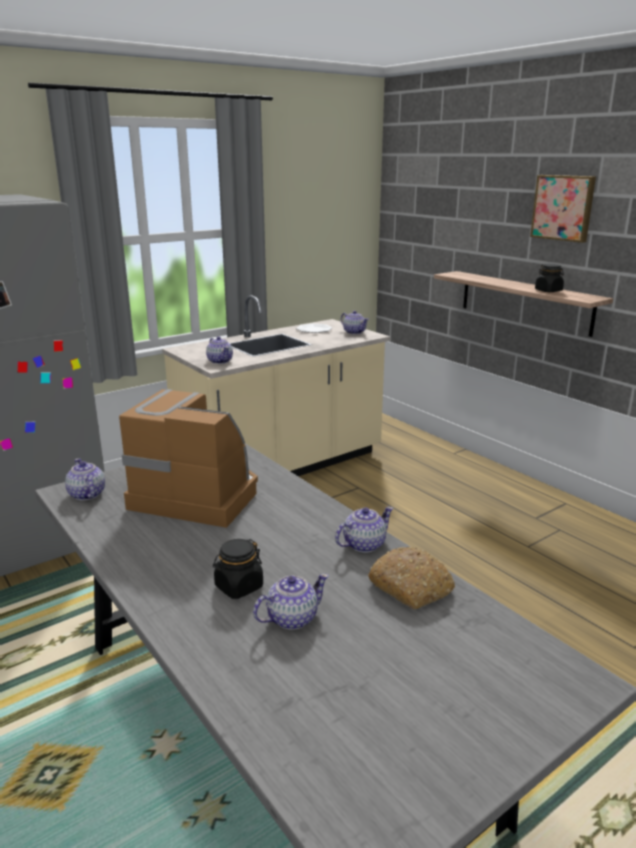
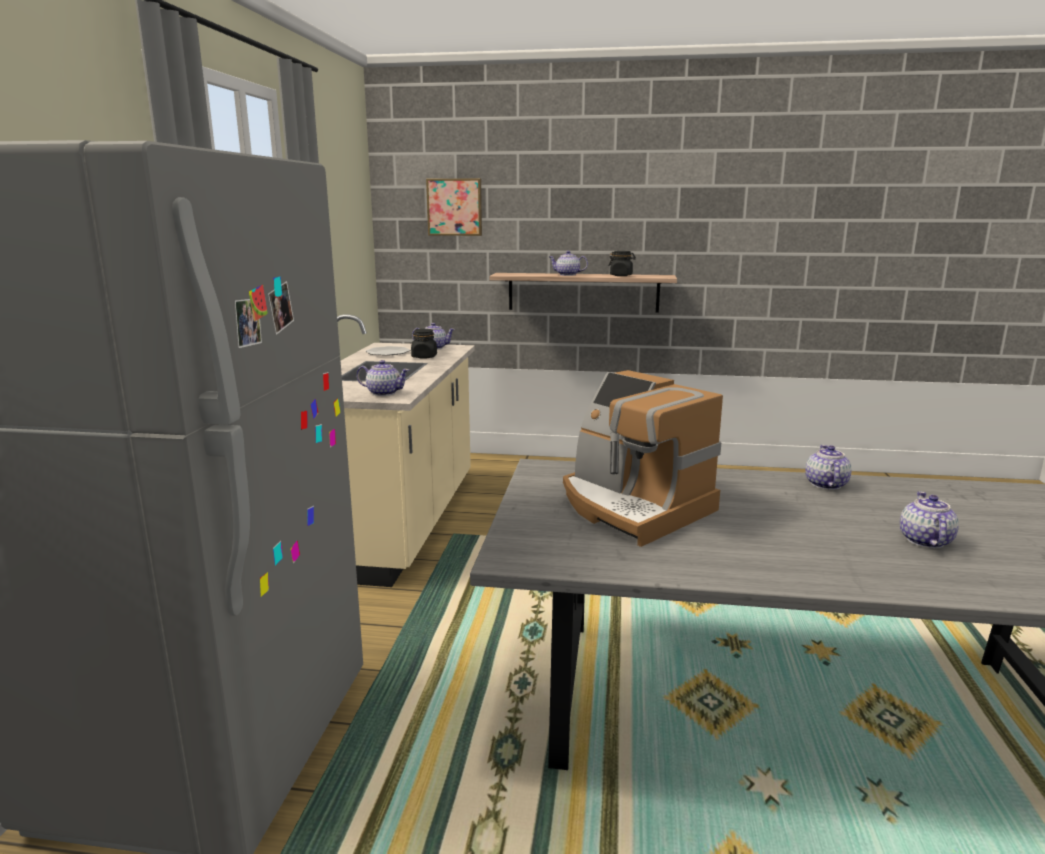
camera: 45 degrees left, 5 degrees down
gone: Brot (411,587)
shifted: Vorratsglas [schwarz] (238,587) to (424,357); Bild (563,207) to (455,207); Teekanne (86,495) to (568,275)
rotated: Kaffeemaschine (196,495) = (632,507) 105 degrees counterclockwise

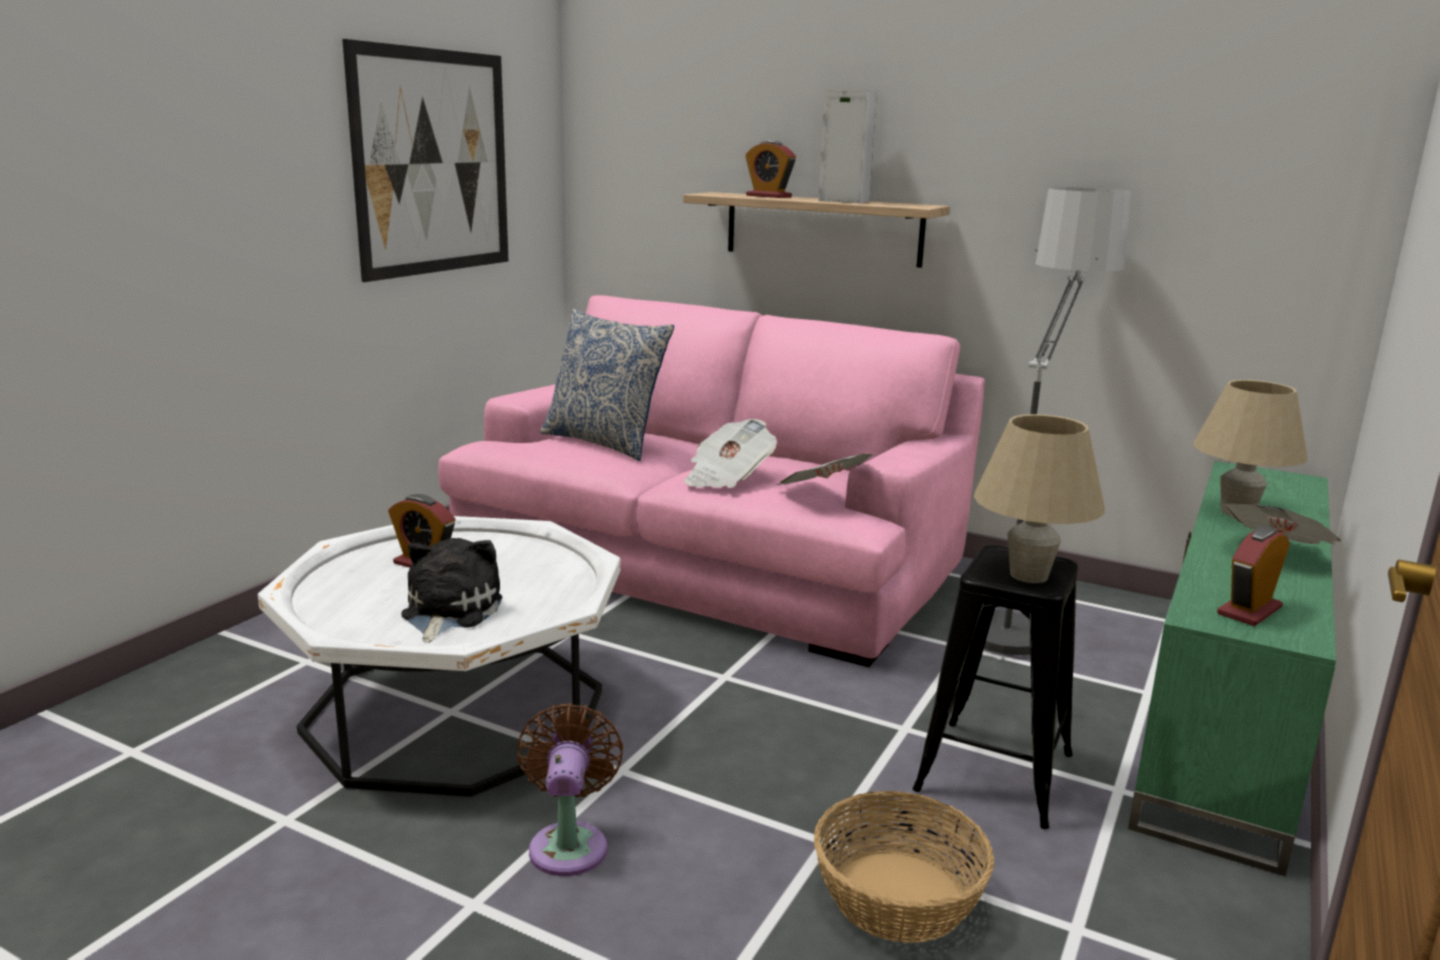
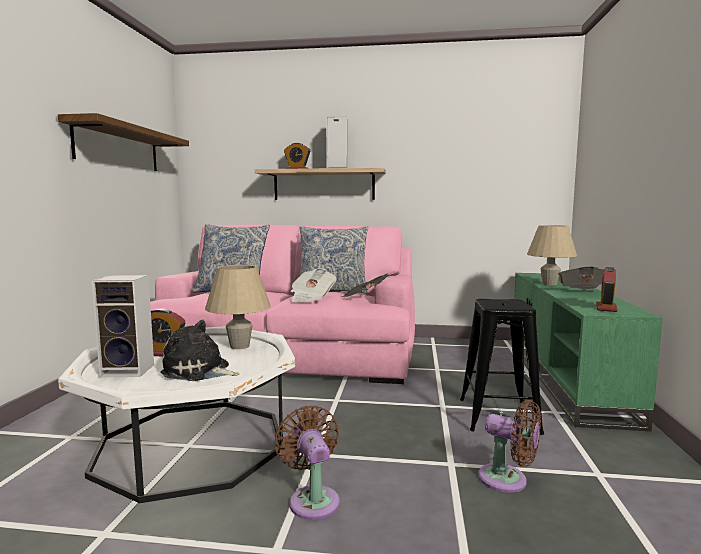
camera: 20 degrees left, 10 degrees down
gone: Stehlampe (1018,613)
new: Lautsprecher (130,370); Kissen (332,291)
shifted: Tischlampe [beige] (1029,575) to (240,346)
swapped: Bild (433,163) to Wandregal (118,147); Korb (897,895) to Ventilator [braun] (507,480)
rotated: Plüschtier (448,612) = (199,371) 60 degrees counterclockwise

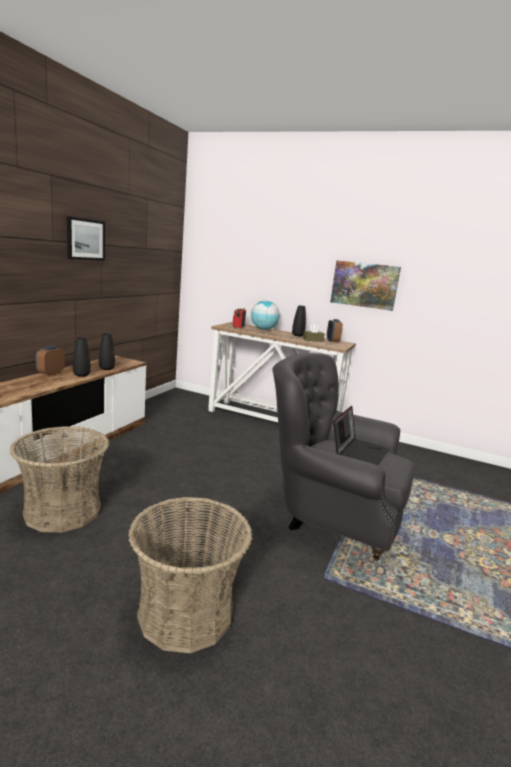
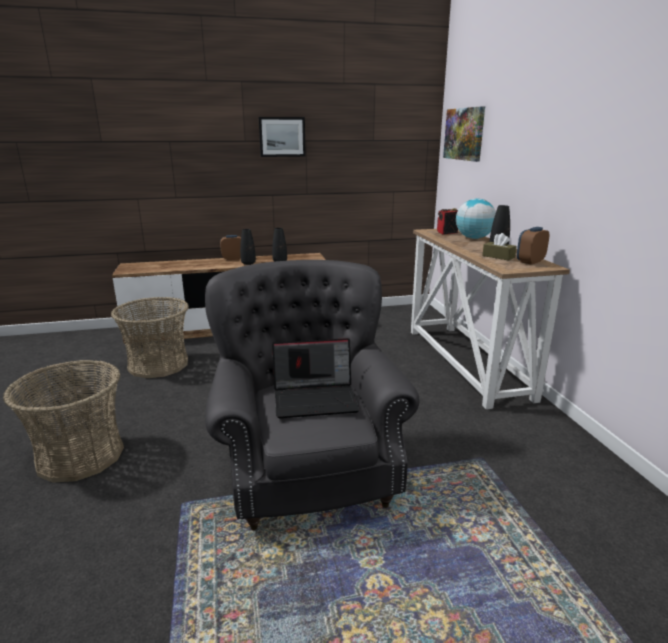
camera: 55 degrees right, 5 degrees up
shifted: Bild (364,285) to (464,134)

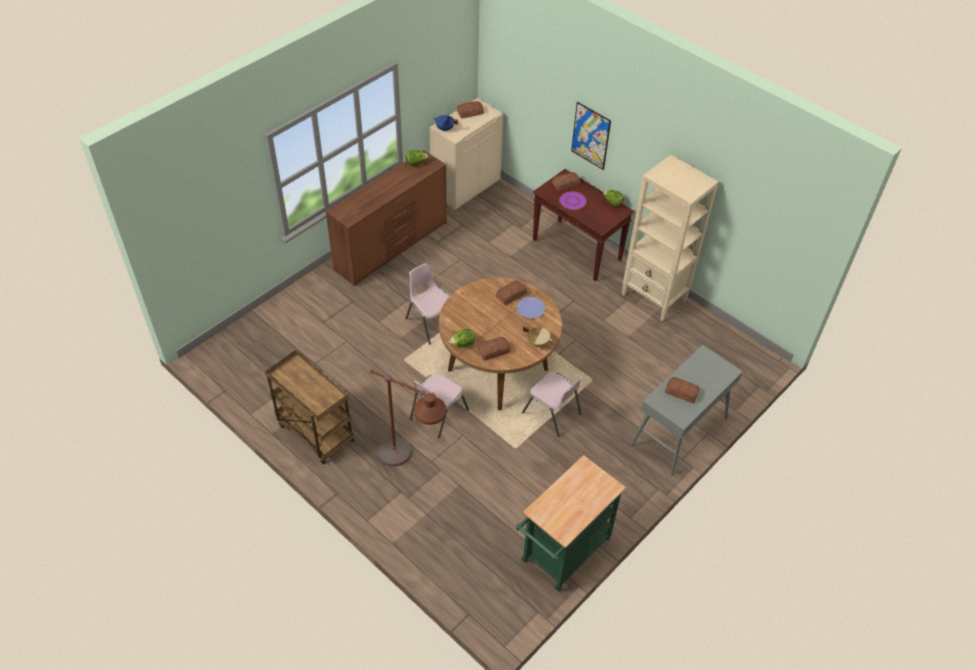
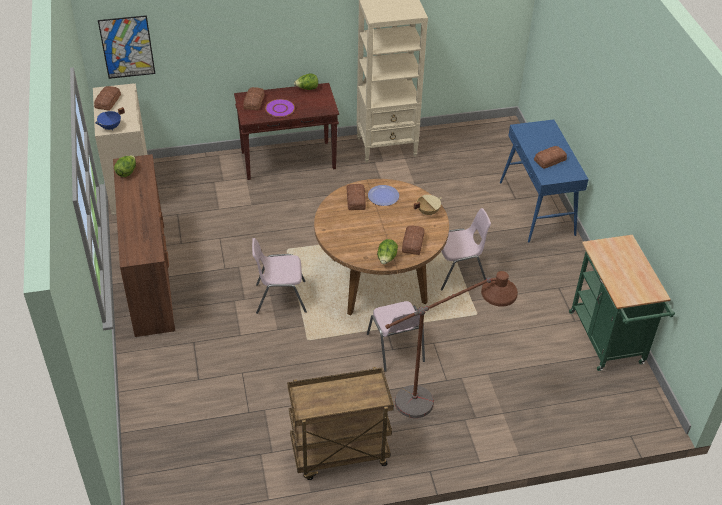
camera: 55 degrees left, 5 degrees down
shifted: Bild (590,136) to (127,47)
repainted: Konsolentisch [grau] (679,432) to Konsolentisch [blau] (537,209)

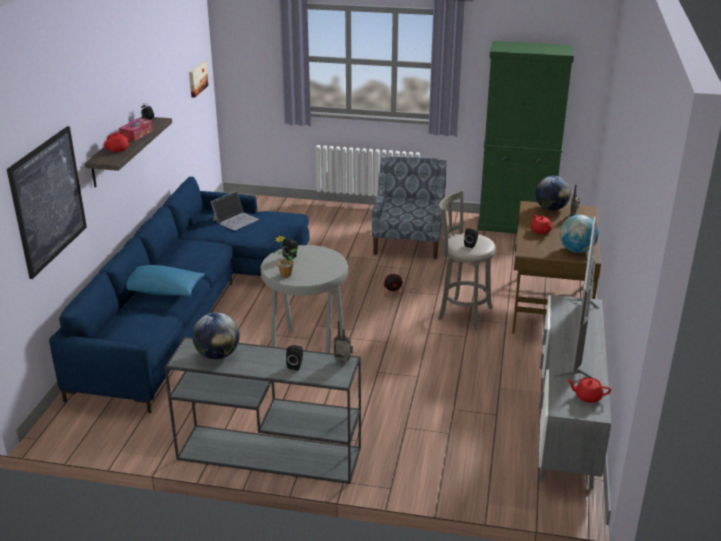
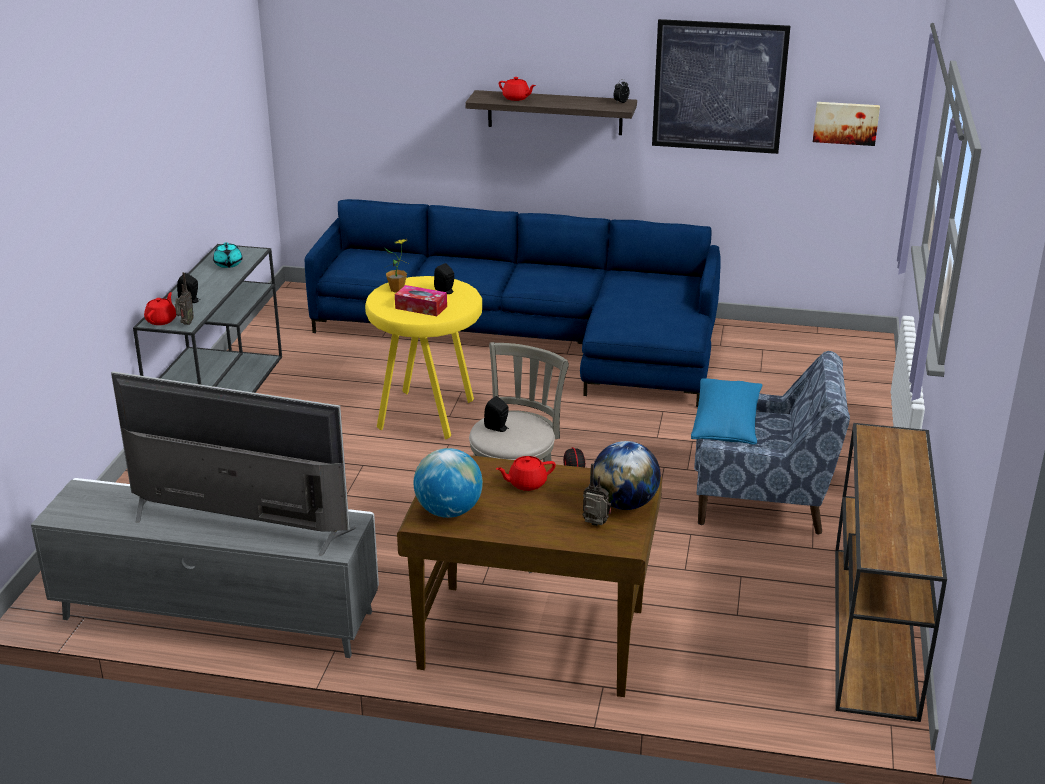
camera: 90 degrees right, 0 degrees up
gone: Laptop (236,219)
shifted: Teekanne [rot] (587,396) to (161,320); Taschentuchbox (136,134) to (421,307); Bild (48,200) to (719,86); Kissen [blau] (161,291) to (726,425)
swapped: Globus (217,355) to Teekanne [türkis] (228,264); Schrank [grün] (515,225) to Konsolentisch [braun] (874,631)
repainted: Hocker [grau] (306,347) to Hocker [gelb] (428,414)

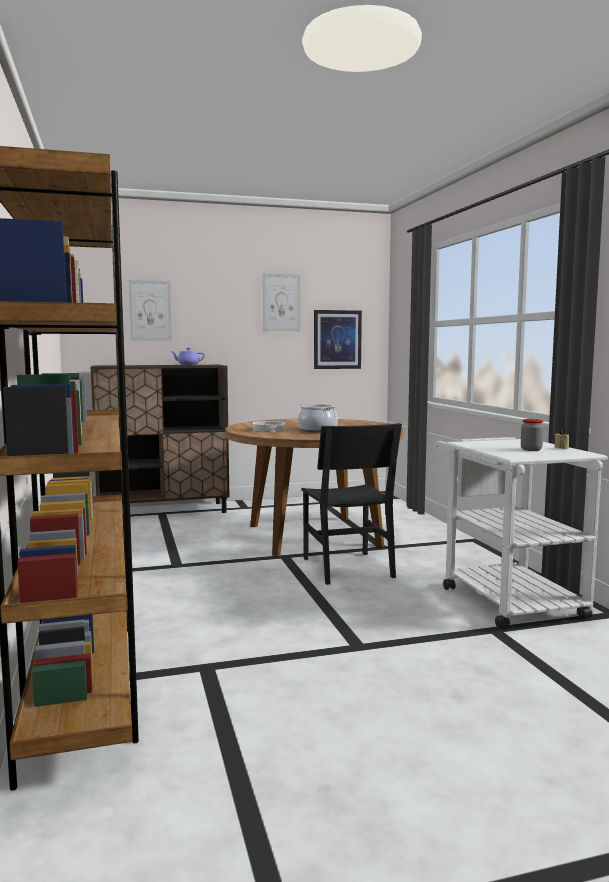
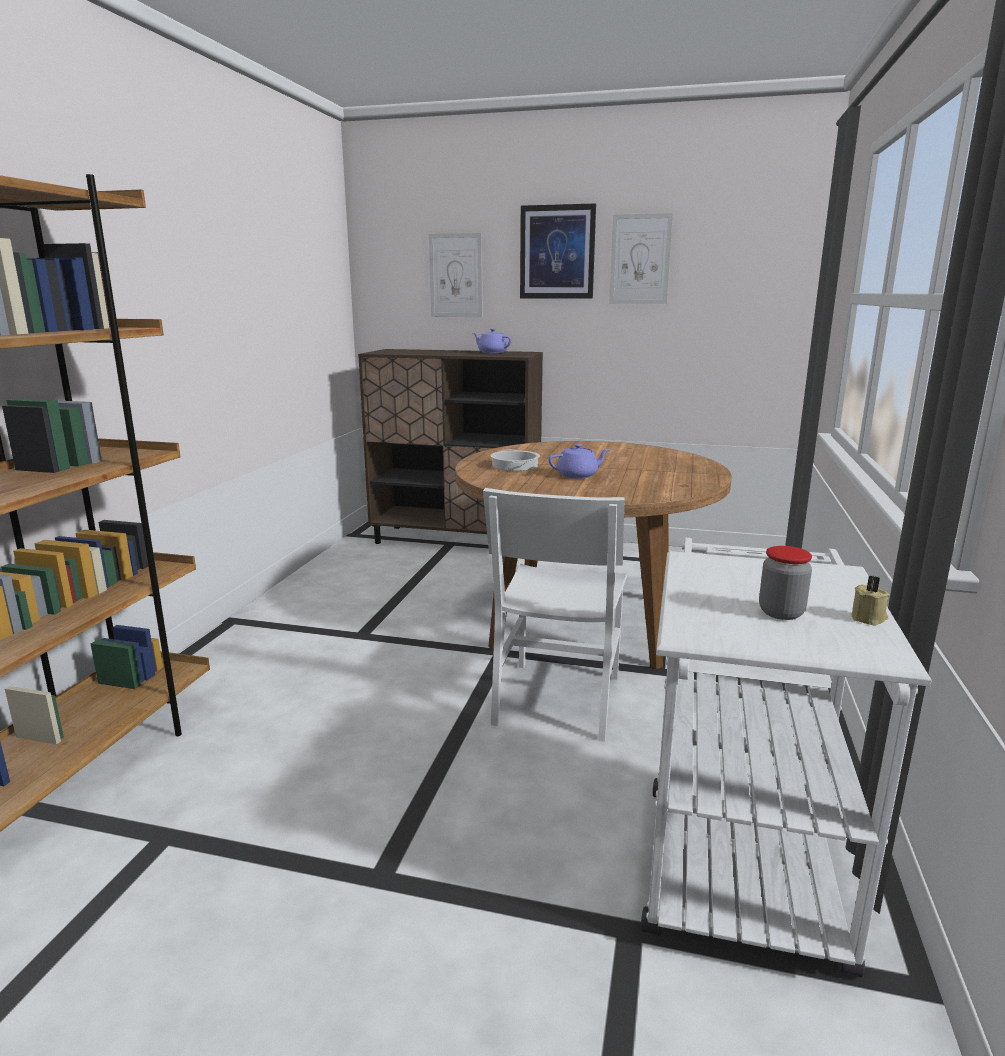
camera: 30 degrees right, 10 degrees up
shifted: Bild (337,339) to (557,252)
swapped: Kochtopf (317,430) to Teekanne [lila] (578,475)
repainted: Stuhl [schwarz] (347,567) to Stuhl [weiß] (557,699)

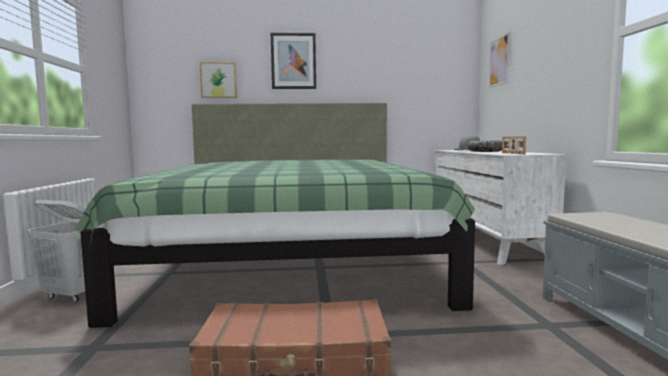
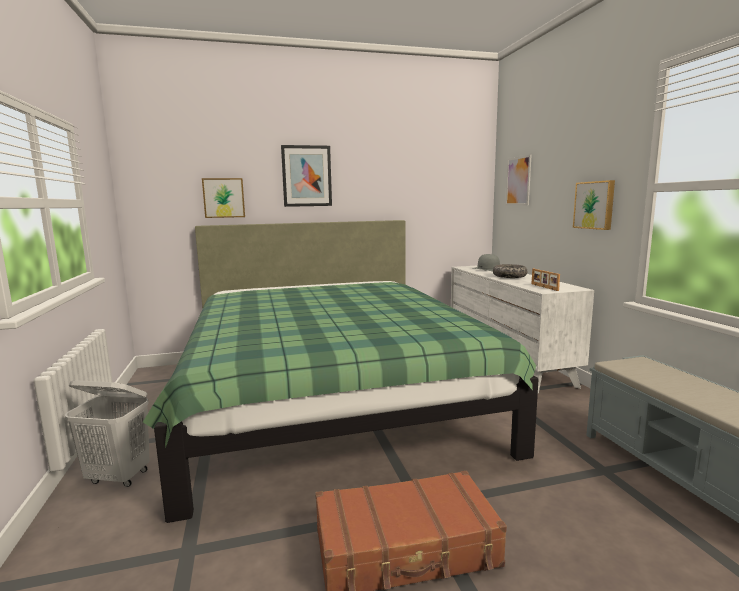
camera: 10 degrees left, 5 degrees up
new: Bild (595,205)

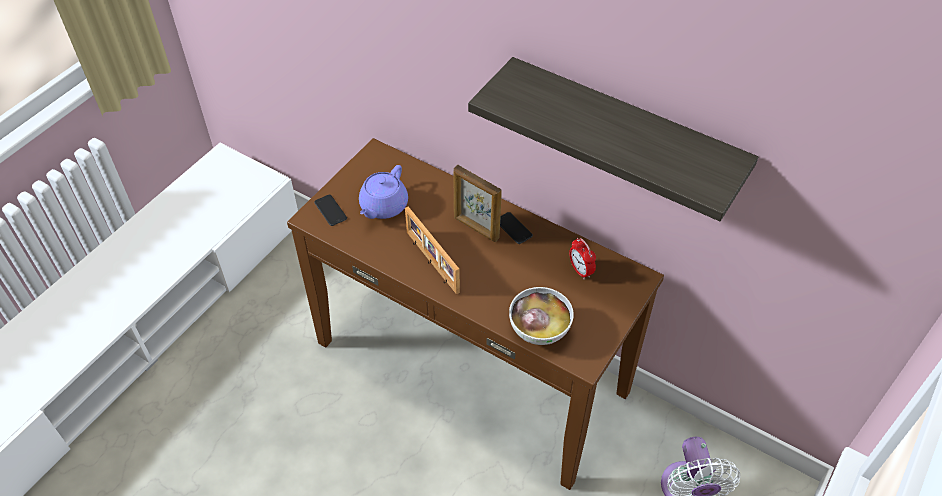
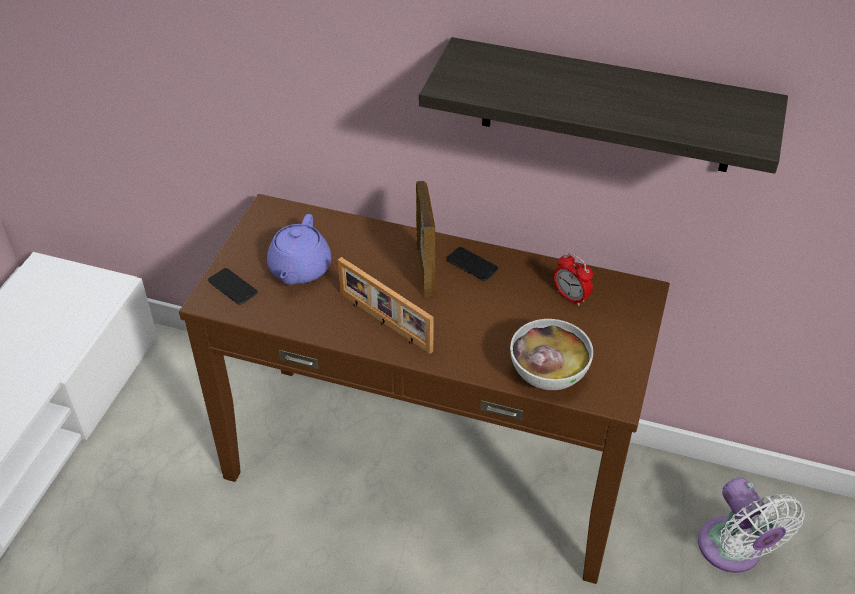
camera: 15 degrees left, 5 degrees down
rotated: Bilderrahmen (476,228) = (425,273) 120 degrees counterclockwise

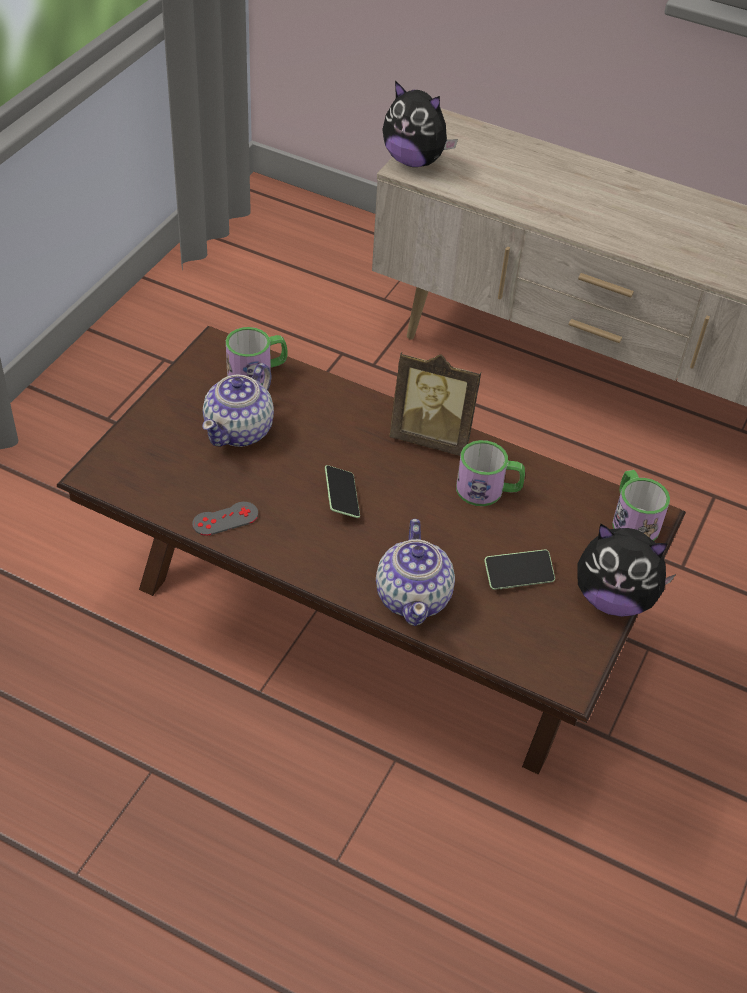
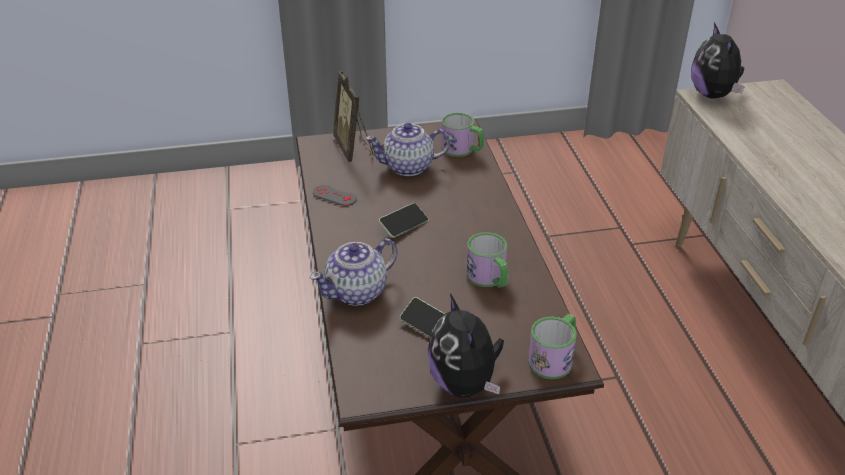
camera: 55 degrees right, 10 degrees down
shifted: Bilderrahmen (432,437) to (354,148)

